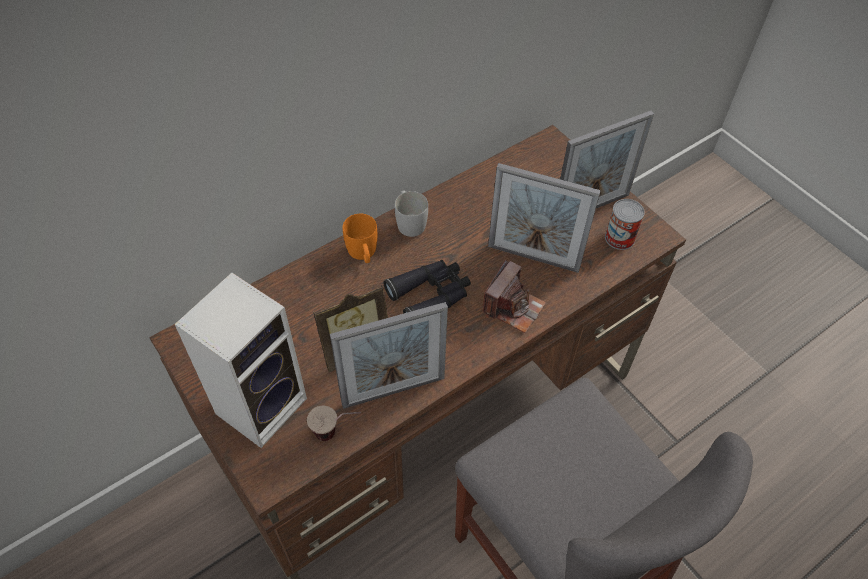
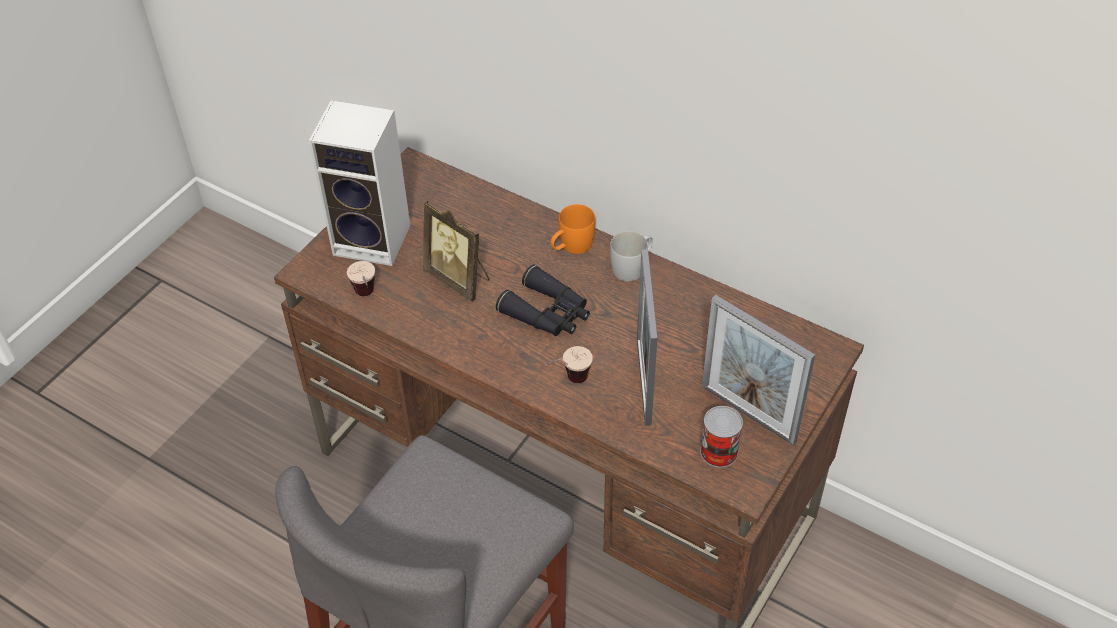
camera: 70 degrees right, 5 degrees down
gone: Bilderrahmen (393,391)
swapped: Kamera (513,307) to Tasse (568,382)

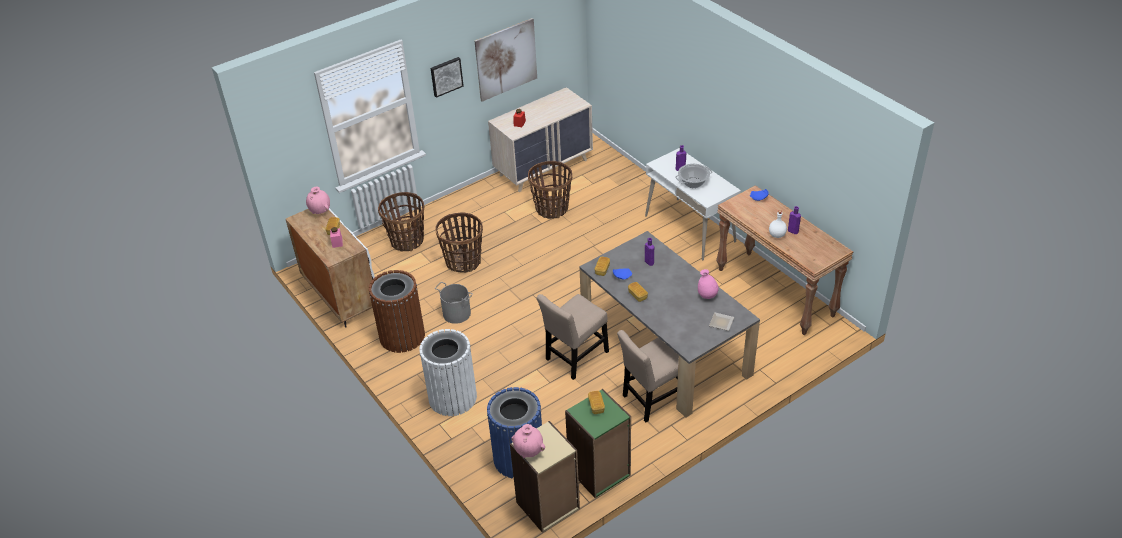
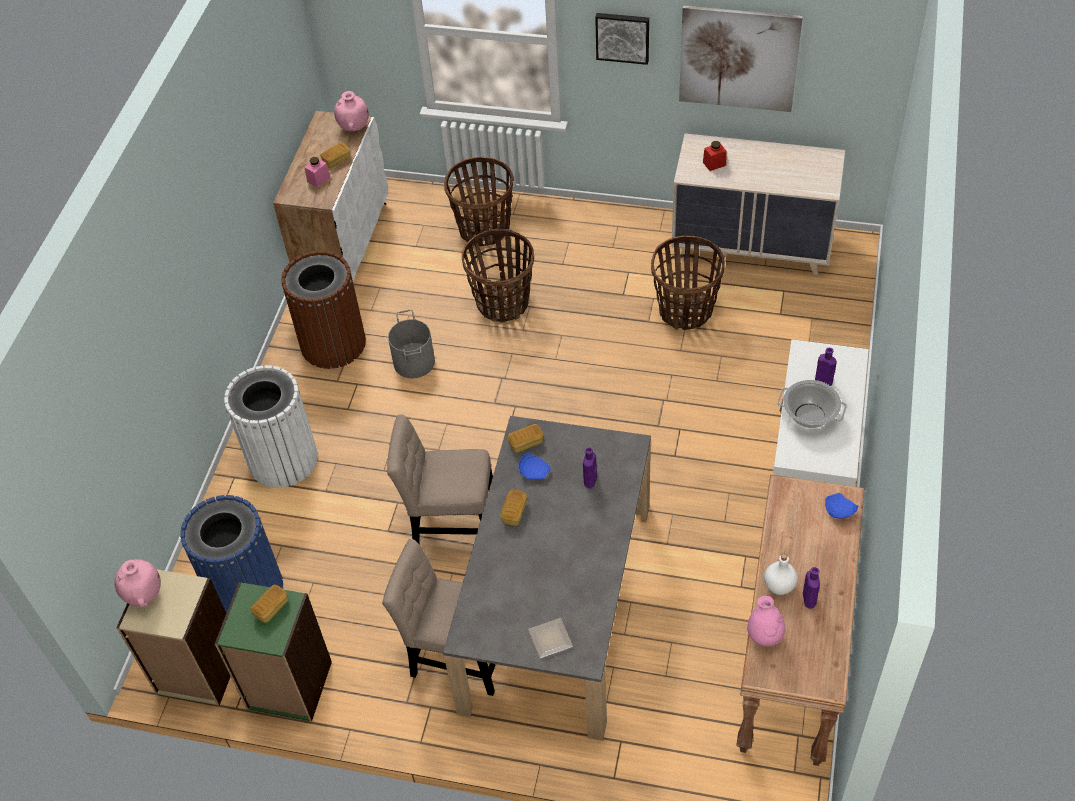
camera: 50 degrees right, 10 degrees up
shifted: Vase [rosa] (707,296) to (764,636)

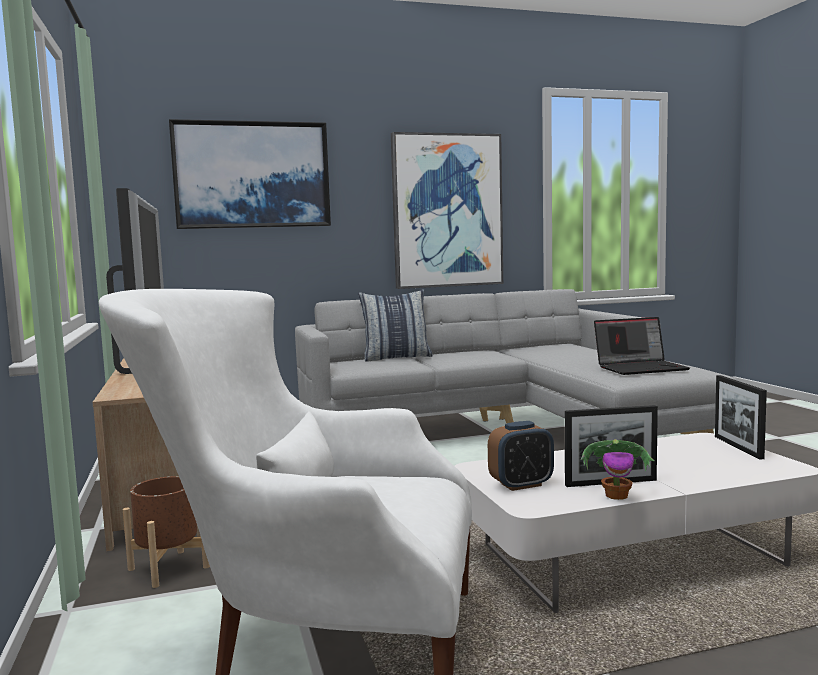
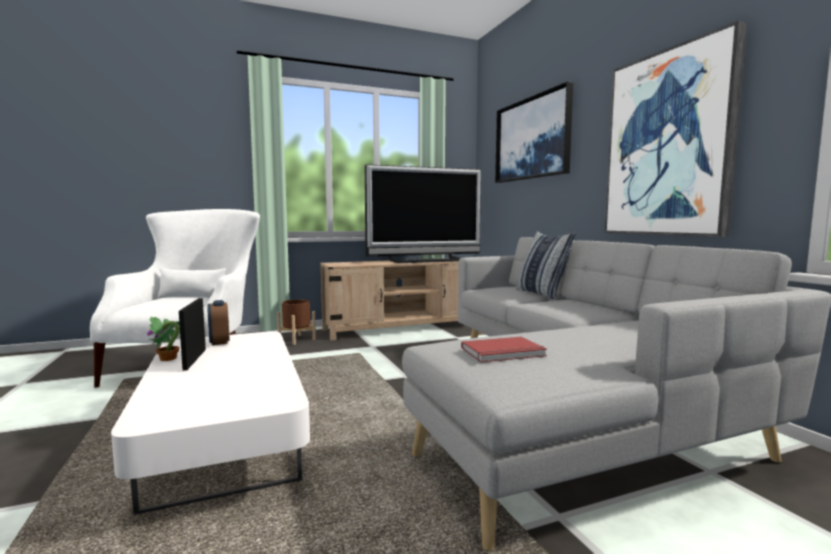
camera: 85 degrees right, 0 degrees up
gone: Bilderrahmen (738,447)
swapped: Laptop (641,368) to Buch [rot] (504,353)

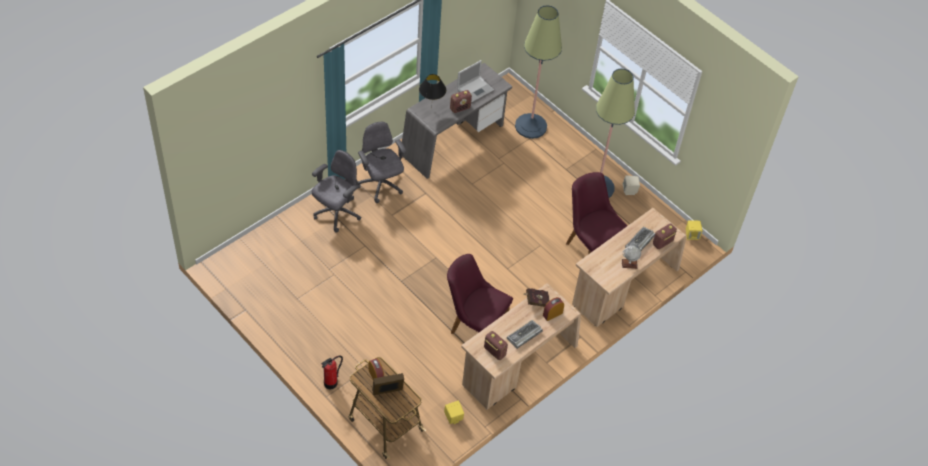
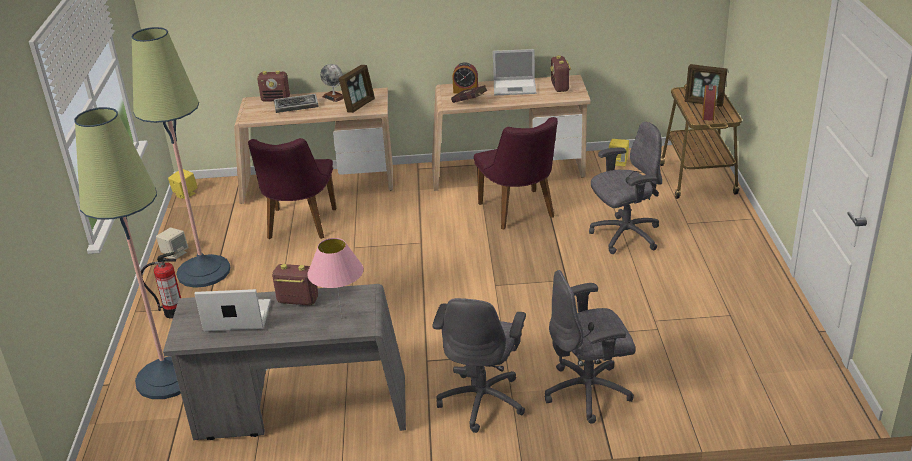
camera: 135 degrees left, 20 degrees down
new: Bilderrahmen (359,105); Bürostuhl [grau] (624,236)
shifted: Feuerlöscher (331,383) to (174,312)
swapped: Tastatur (524,336) to Laptop (515,87)
repainted: Tischlampe [schwarz] (431,109) to Tischlampe [rosa] (342,318)

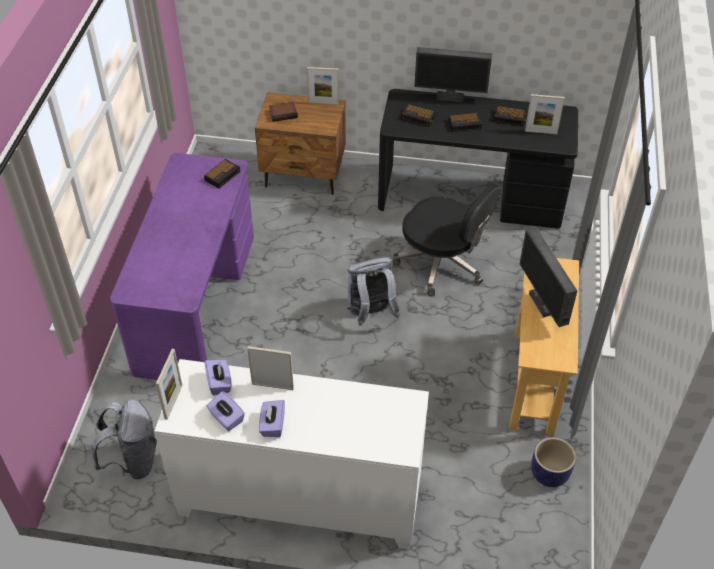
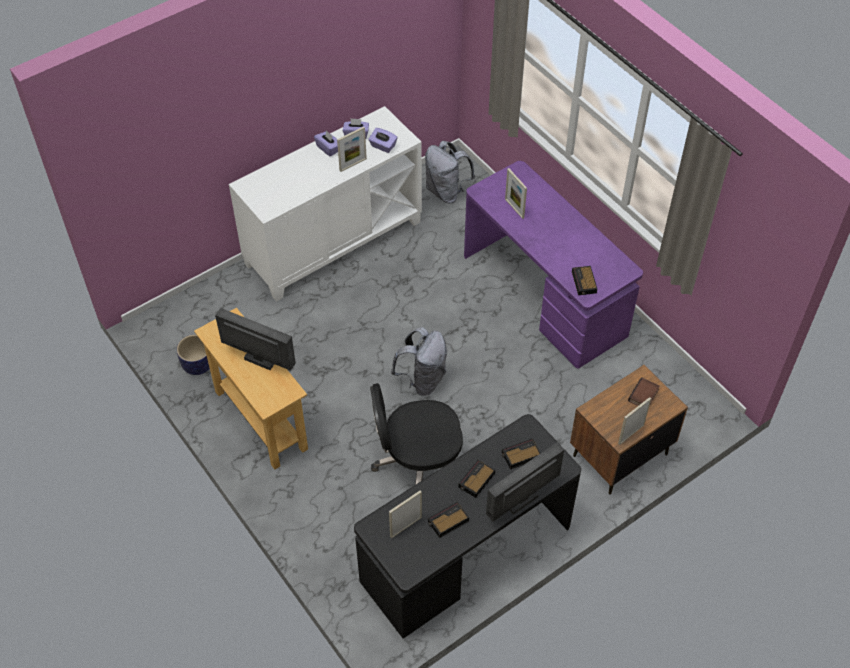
camera: 135 degrees right, 5 degrees up
shifted: Bilderrahmen (173,401) to (514,208)

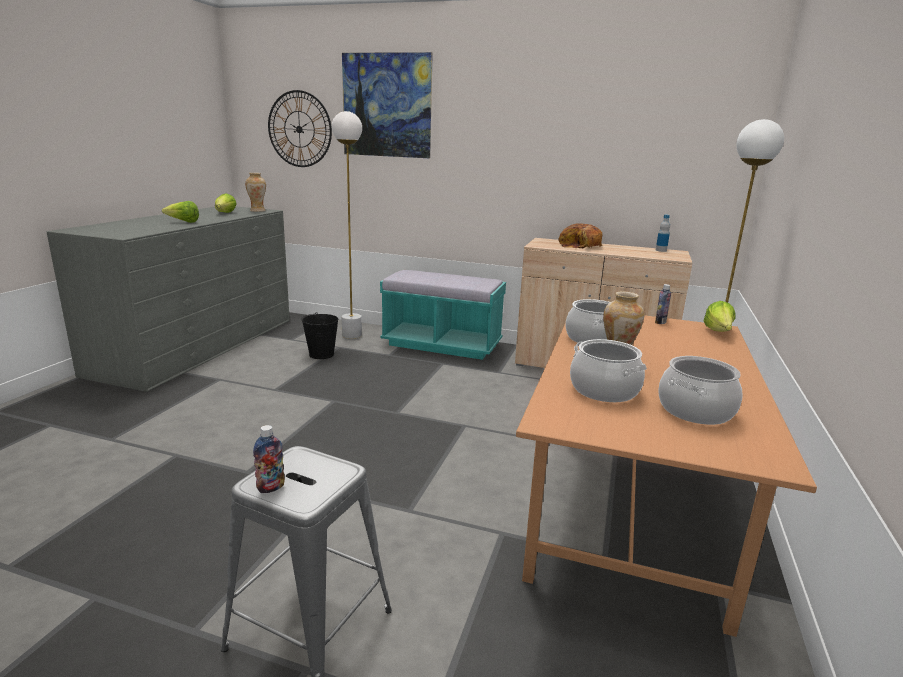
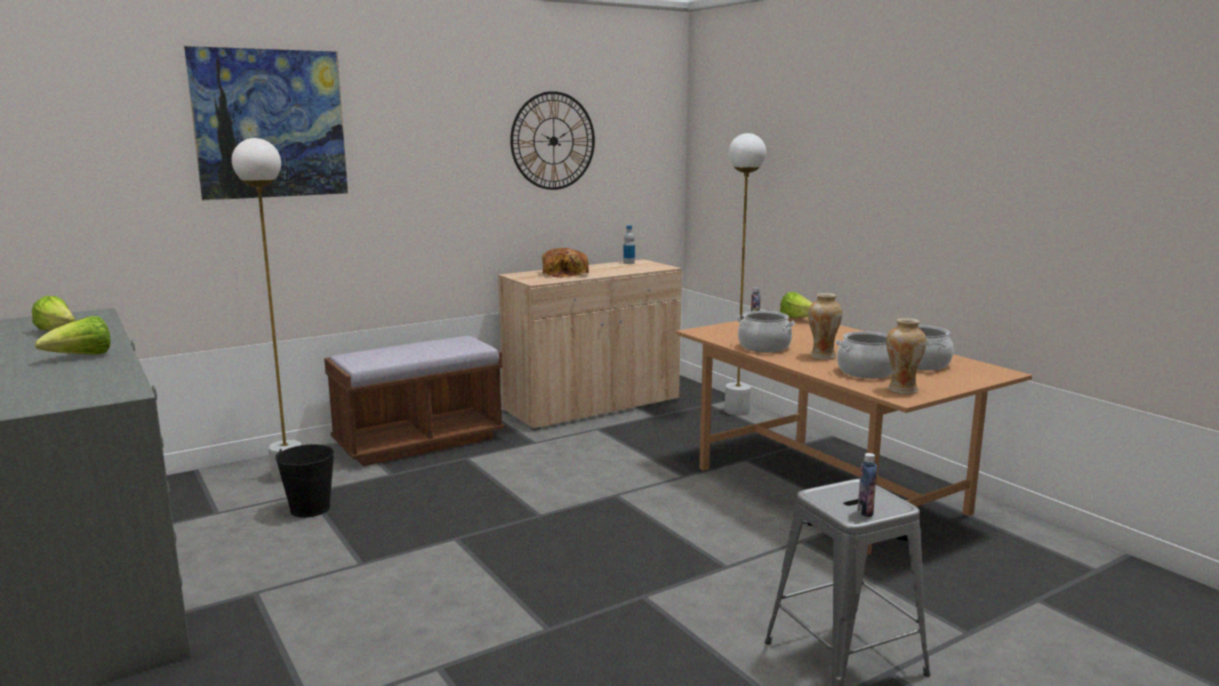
camera: 50 degrees left, 5 degrees down
shifted: Wanduhr (299,129) to (553,141); Vase (257,211) to (902,389)
repainted: Bank [türkis] (442,345) to Bank [braun] (419,442)

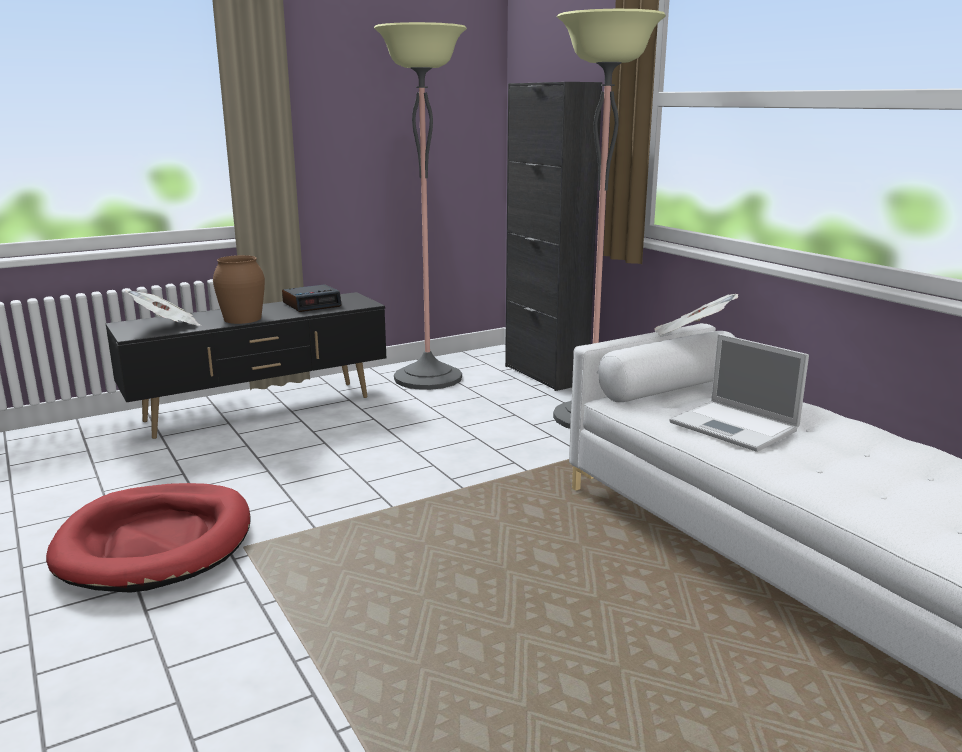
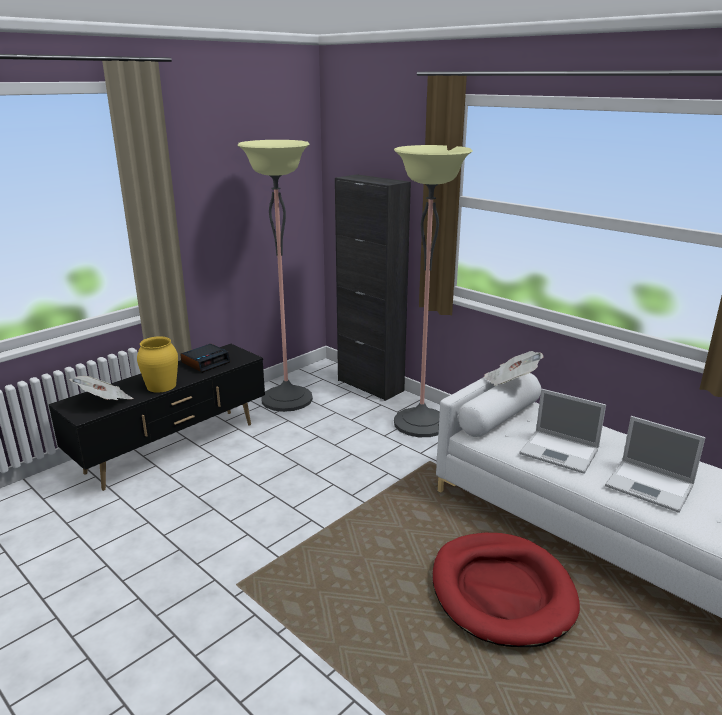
camera: 15 degrees left, 5 degrees up
new: Laptop (651,486)
shifted: Hundebett [rot] (156,543) to (501,592)
repainted: Vase [braun] (242,319) to Vase [gelb] (161,386)

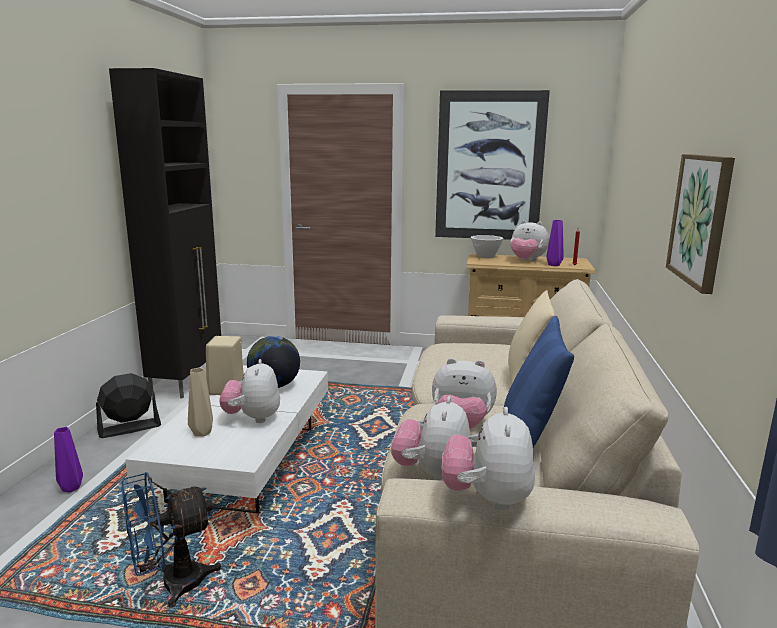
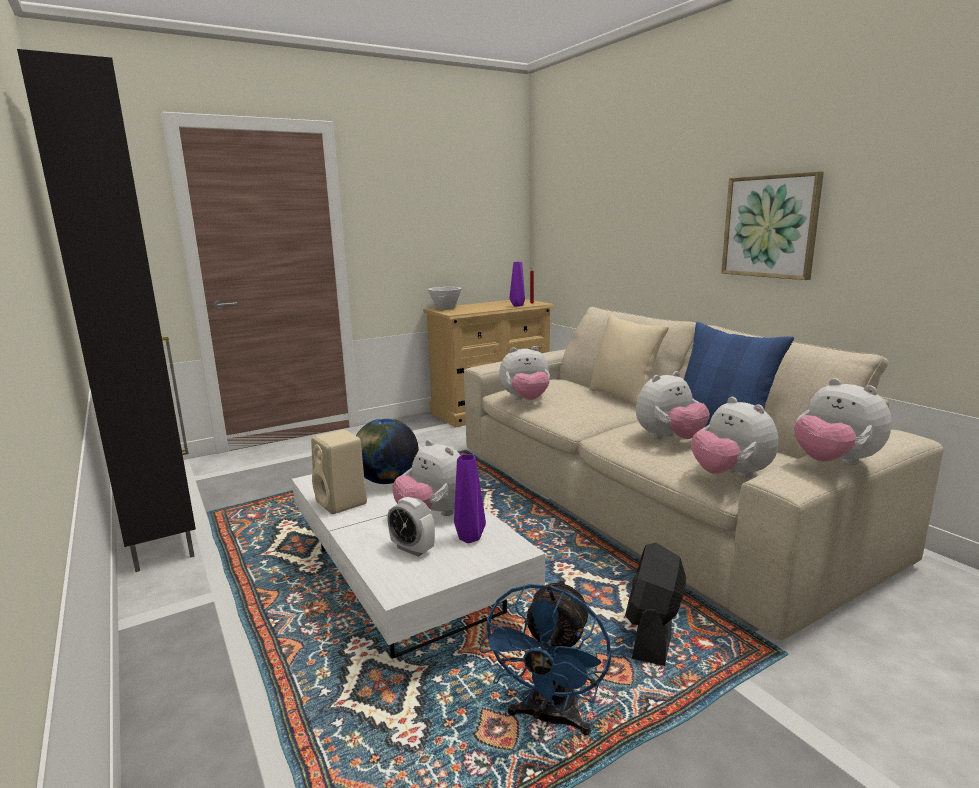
camera: 40 degrees left, 0 degrees up
gone: Bild (489,167)
shifted: Vase [lila] (70,489) to (470,538); Plüschtier (526,261) to (526,400); Ventilator [schwarz] (129,428) to (652,633)
swapped: Vase [beige] (201,433) to Wecker (412,549)

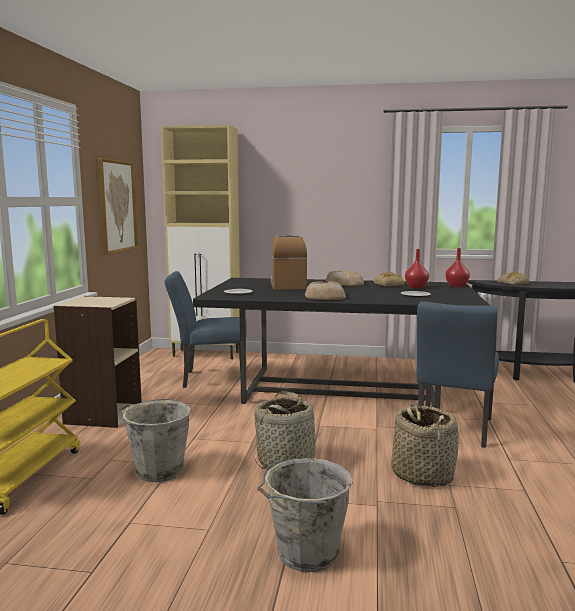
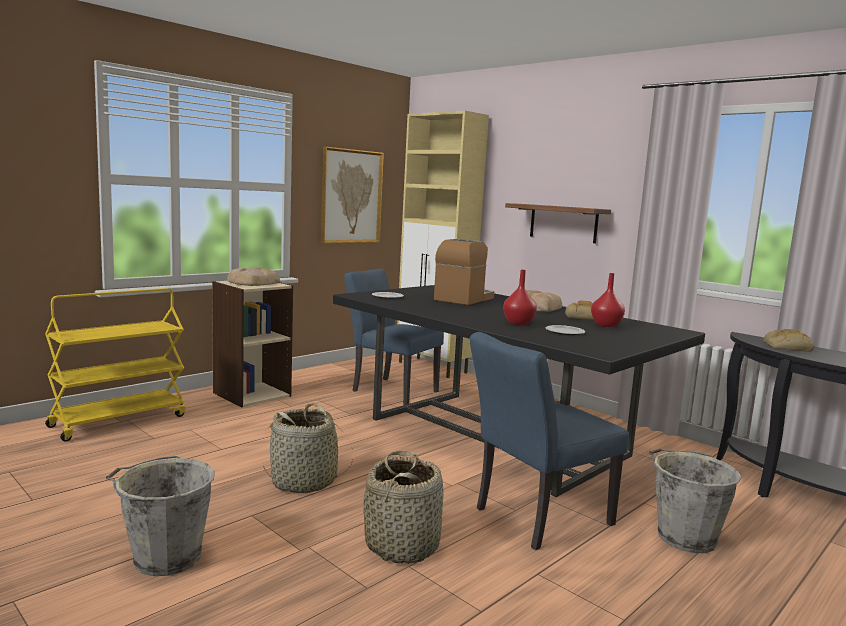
camera: 35 degrees right, 0 degrees up
new: Wandregal (563,223)
shifted: Brot (324,296) to (252,282); Vase [rot] (456,286) to (517,323); Eimer [grau] (158,470) to (684,537)

